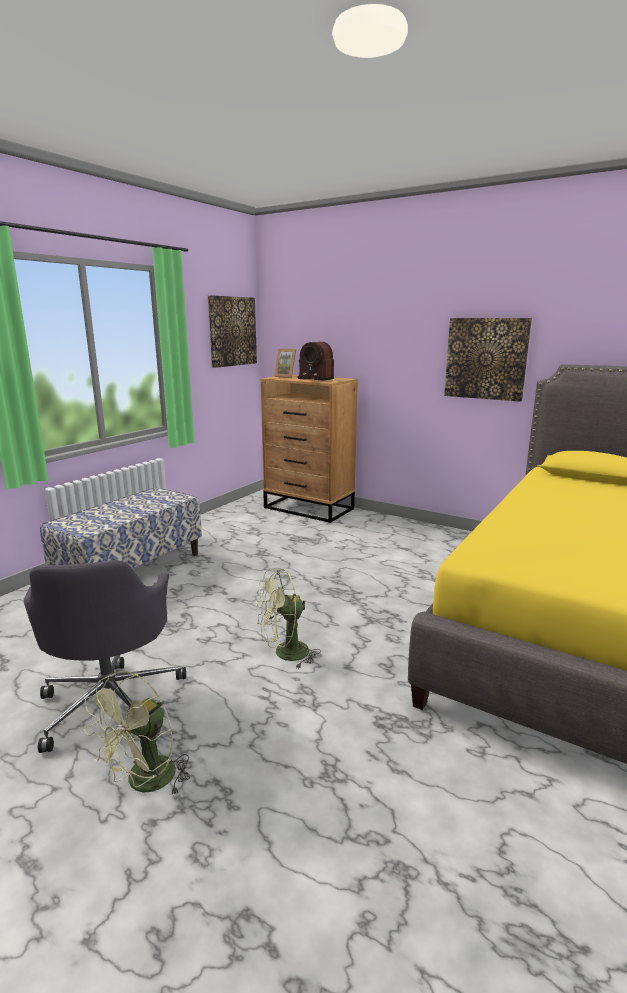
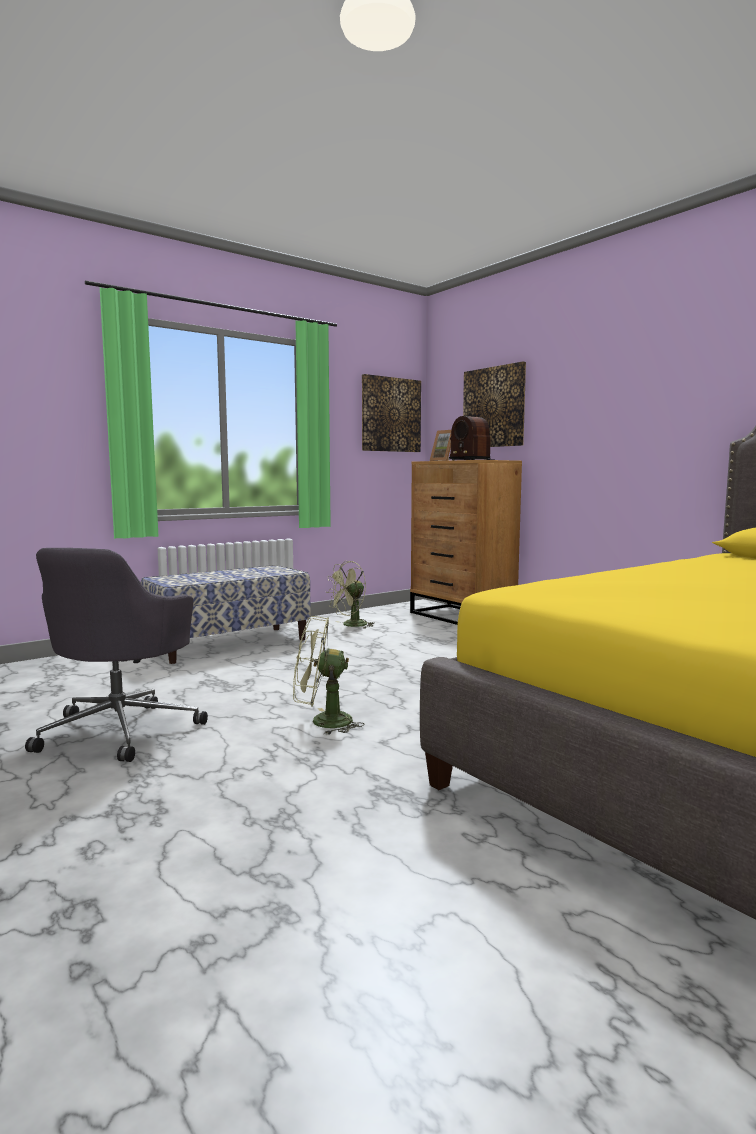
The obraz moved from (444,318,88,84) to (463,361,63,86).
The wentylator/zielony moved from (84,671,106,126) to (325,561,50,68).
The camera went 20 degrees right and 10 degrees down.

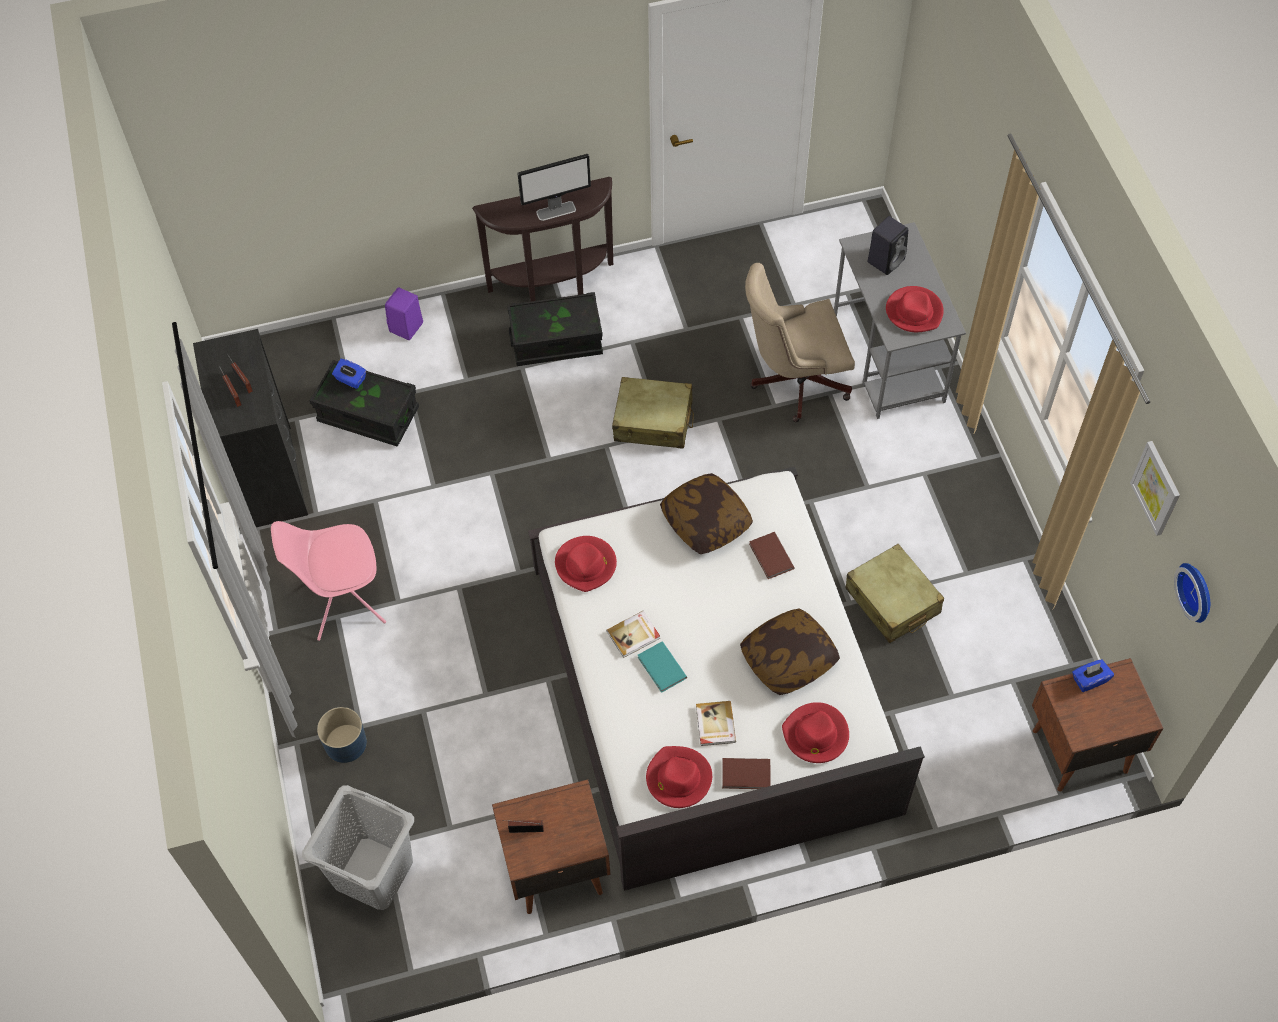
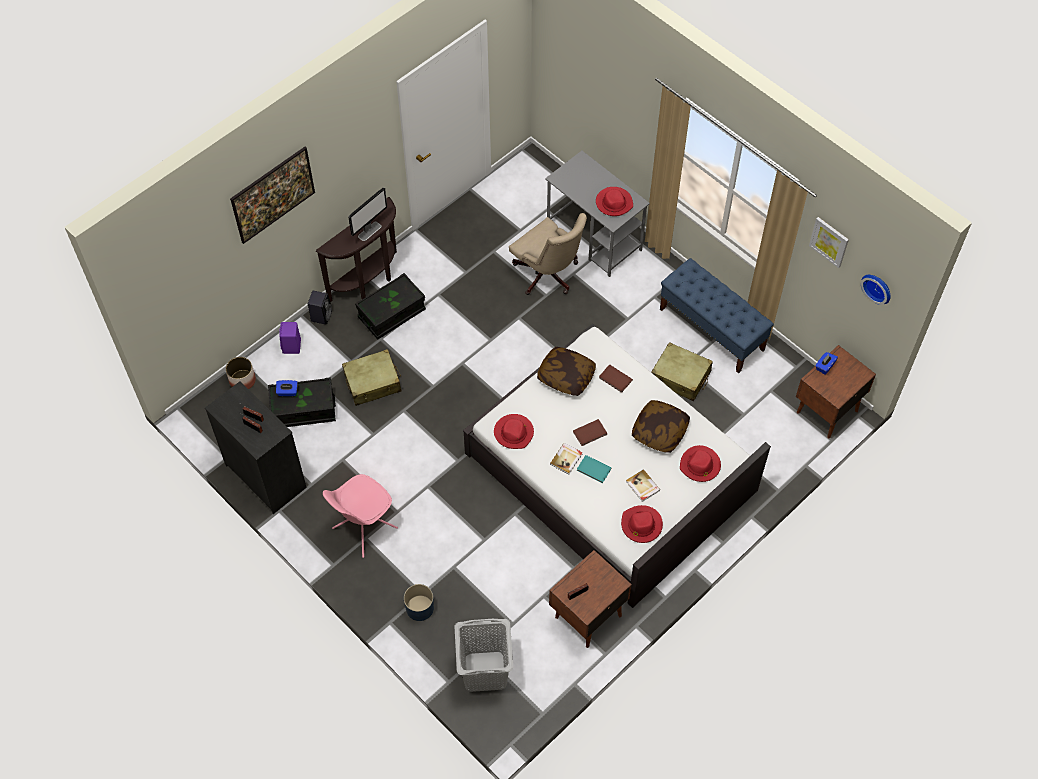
The głośnik/czarny moved from (868,216,40,59) to (308,291,24,34).
The krzesło biurowe/beżowy at (745,263,110,159) turned 90 degrees counterclockwise.
The walizka/beżowy moved from (612,377,82,72) to (342,349,59,57).
The książka/brązowy moved from (722,758,49,31) to (573,419,34,27).
The obraz at (230,147,85,97) appeared.
The ławka/niebieski at (660,258,114,115) appeared.
The donica at (226,357,30,32) appeared.
The camera went 30 degrees left and 0 degrees up.

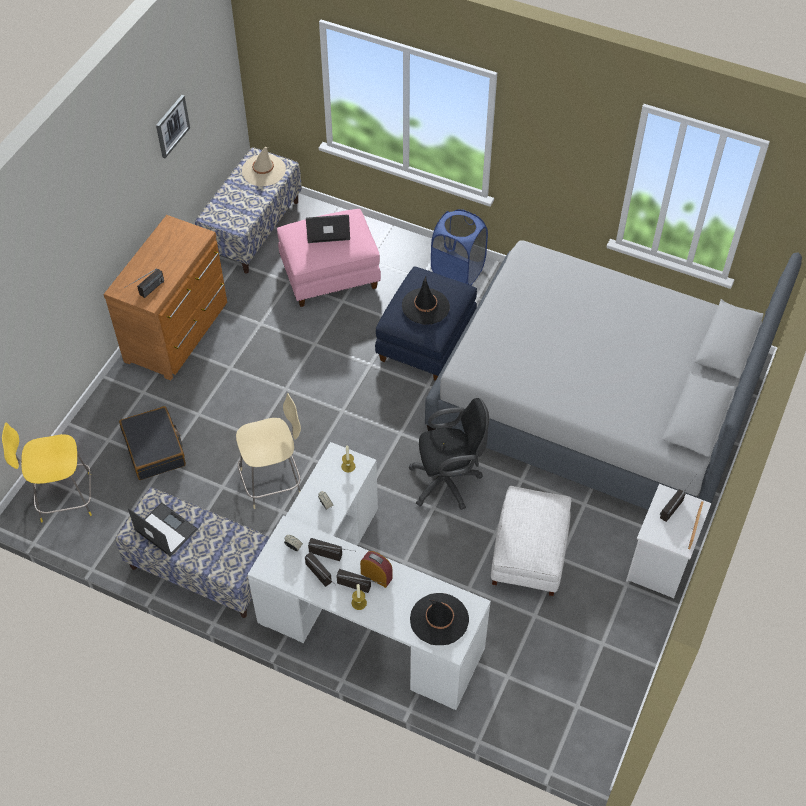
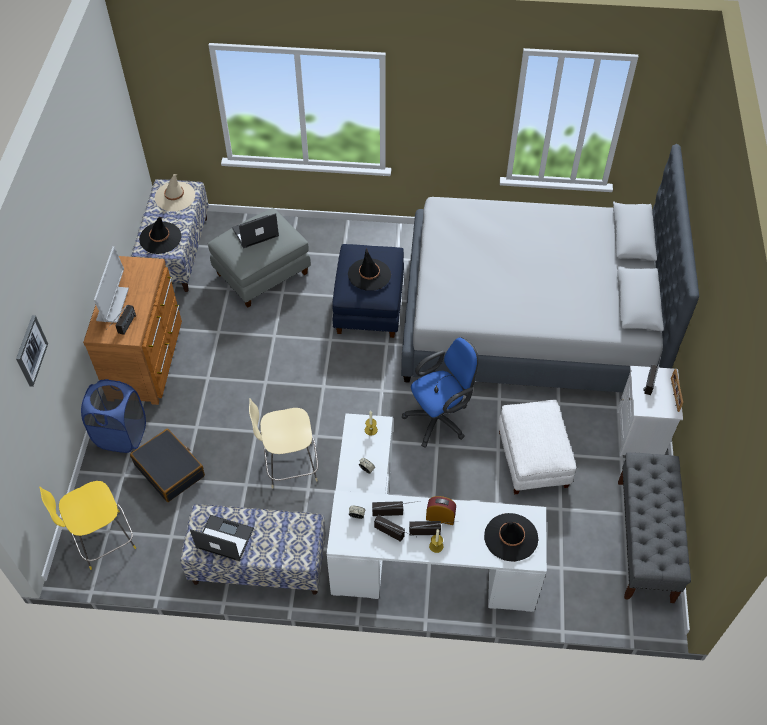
The obraz moved from (156,95,34,63) to (16,315,32,72).
The pufa/różowy at (277,209,104,98) became the pufa/szary at (208,208,103,99).
The kosz na pranie/niebieski moved from (431,209,57,76) to (81,379,65,74).
The krzesło/beżowy at (236,393,65,116) turned 150 degrees counterclockwise.
The krzesło biurowe/czarny at (408,398,81,112) became the krzesło biurowe/niebieski at (402,337,76,111).
The kapelusz/czarny at (139,217,42,37) appeared.
The monitor at (94,246,35,77) appeared.
The ławka/szary at (618,452,73,151) appeared.
The camera went 20 degrees left and 0 degrees up.

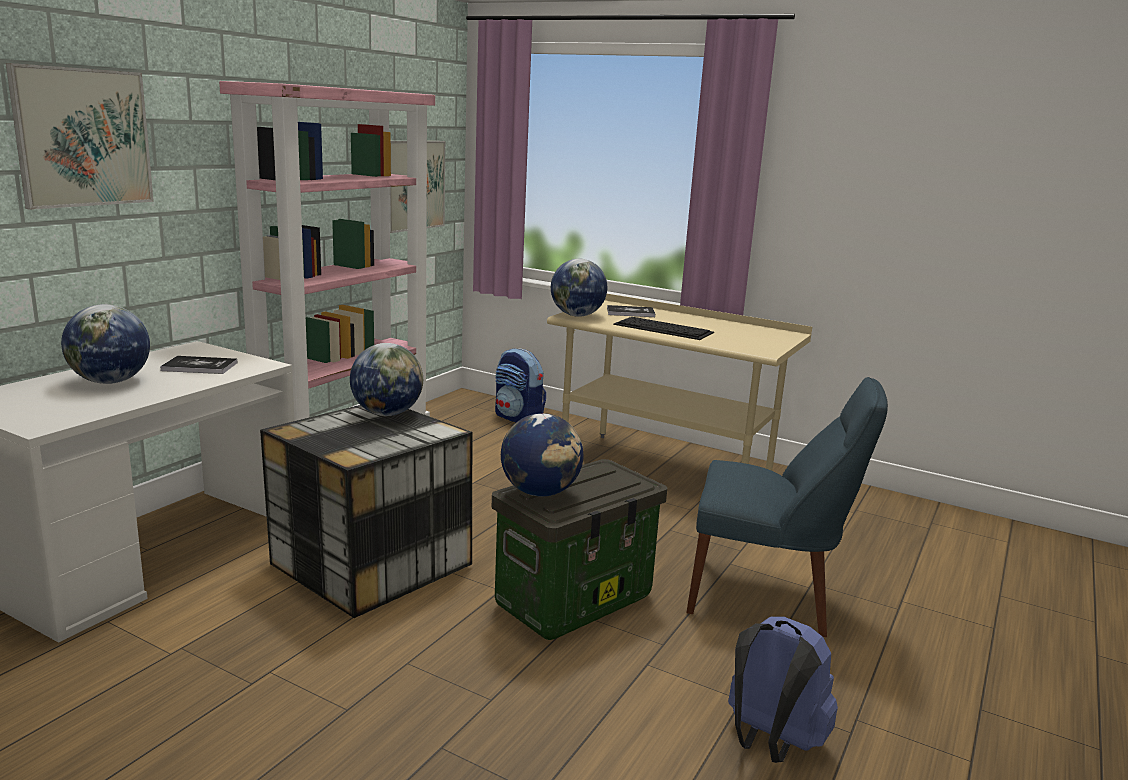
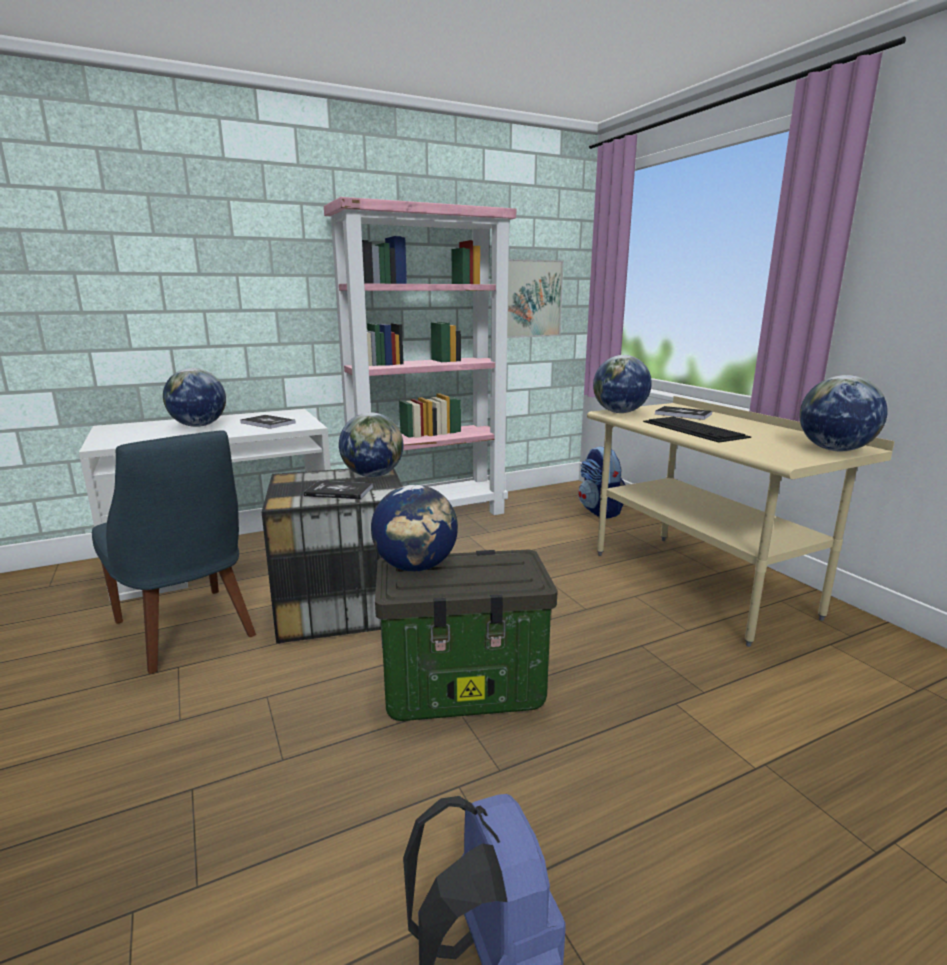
The obraz at (6,63,148,147) disappeared.
The krzesło/niebieski moved from (686,377,202,260) to (92,430,164,244).
The globus at (800,375,88,76) appeared.
The książka at (304,481,69,18) appeared.
The camera went 35 degrees right and 0 degrees up.

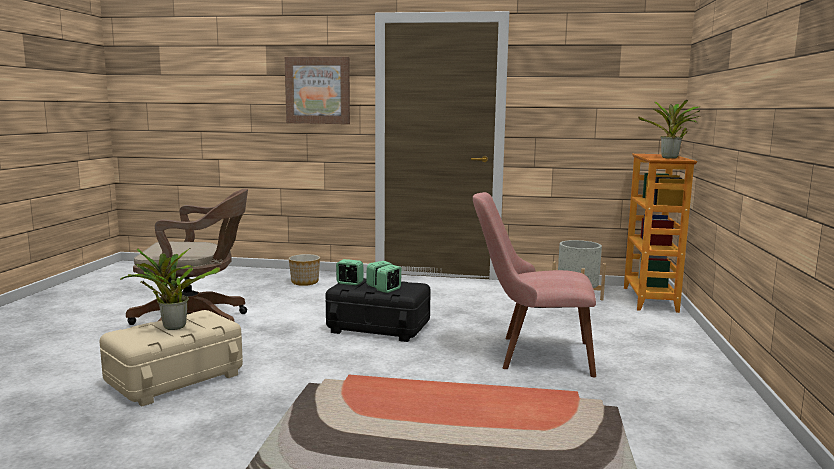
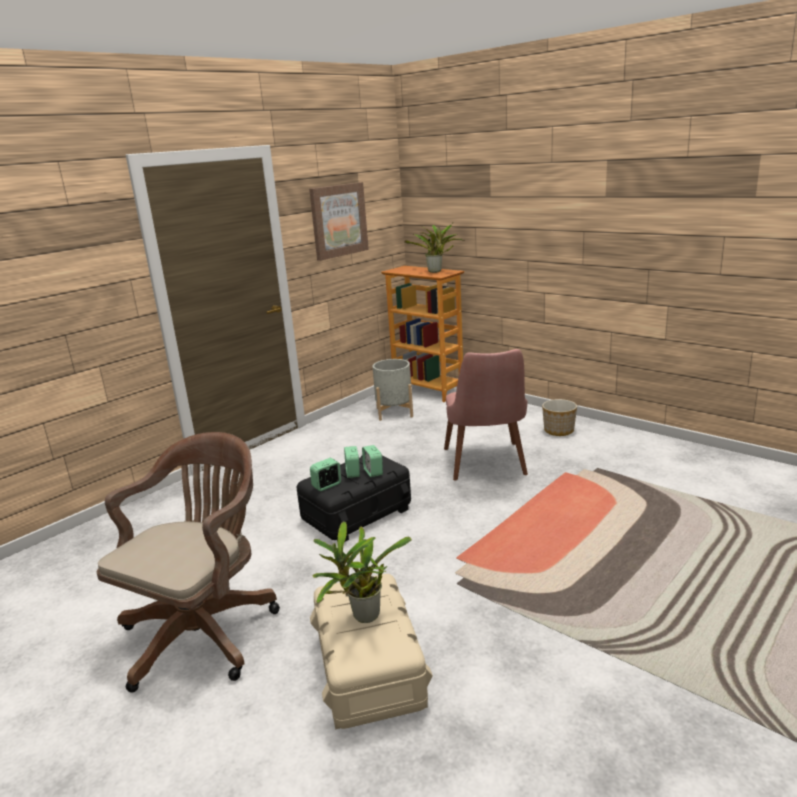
The obraz moved from (285,57,65,67) to (309,182,60,79).
The krzesło/różowy at (473,192,123,185) turned 45 degrees counterclockwise.
The donica moved from (289,254,31,32) to (542,399,35,37).
The camera went 55 degrees left and 10 degrees up.

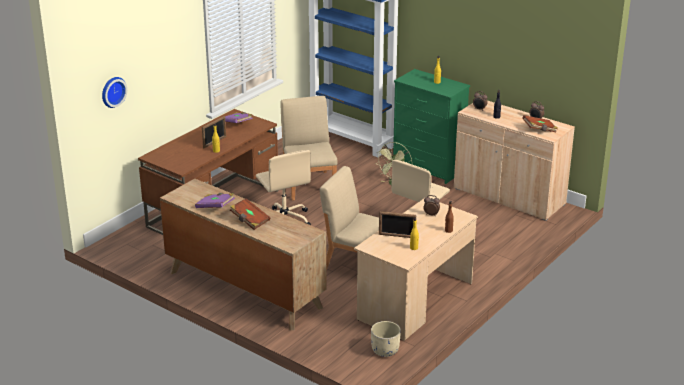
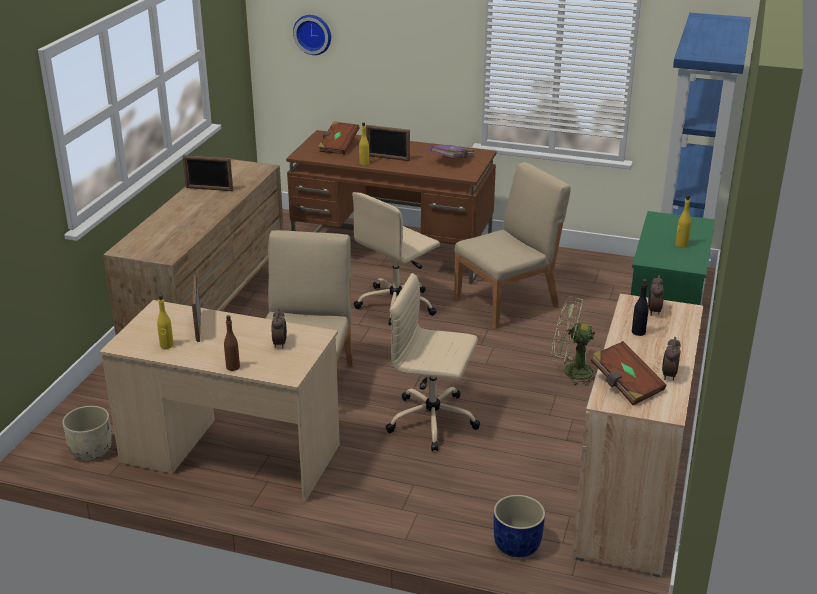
The książka/fioletowy at (195,193,40,15) was replaced by the ramka na zdjęcie at (183,155,50,36).
The książka/brązowy moved from (230,198,40,32) to (318,121,42,33).
The donica/niebieski at (494,495,51,63) appeared.
The camera went 70 degrees right and 0 degrees up.

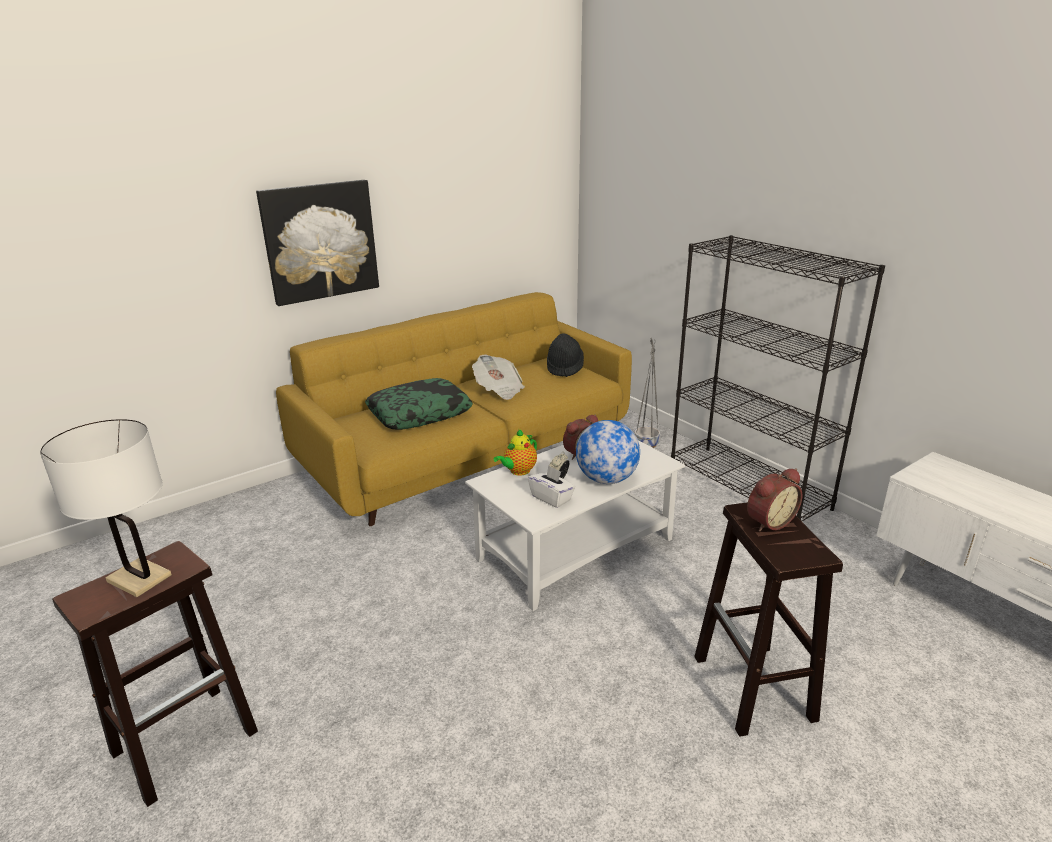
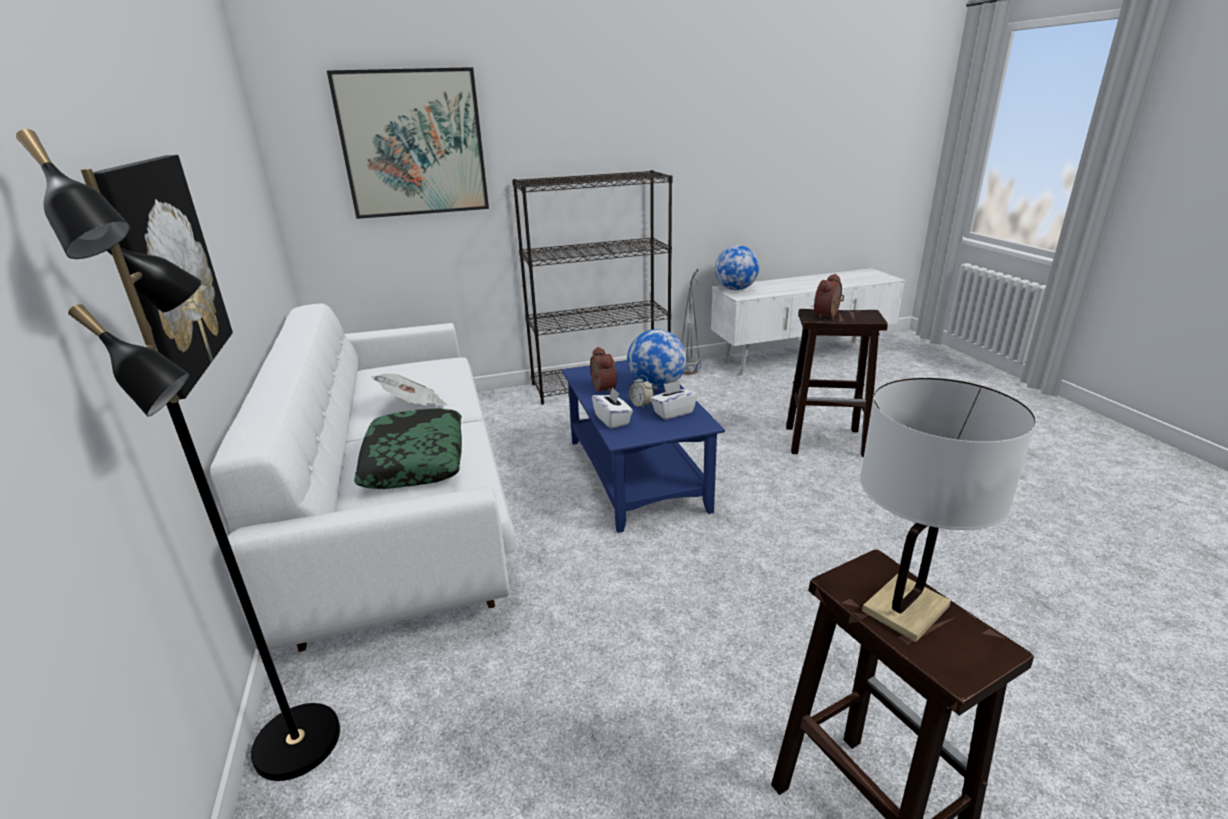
The kanapa/żółty at (276,292,356,234) became the kanapa/biały at (210,304,307,348).
The kapelusz/czarny at (547,333,37,44) disappeared.
The donica/szary moved from (635,338,25,110) to (682,268,19,106).
The imbryk at (493,429,44,47) was replaced by the pudełko chusteczek/biały at (592,387,41,42).
The ława/biały at (465,440,220,171) became the ława/niebieski at (562,360,163,173).
The budzik at (747,468,55,63) turned 135 degrees counterclockwise.
The obraz at (327,67,162,152) appeared.
The lampa stojąca/czarny at (16,129,324,652) appeared.
The globus at (715,245,44,45) appeared.
The camera went 70 degrees left and 0 degrees up.

